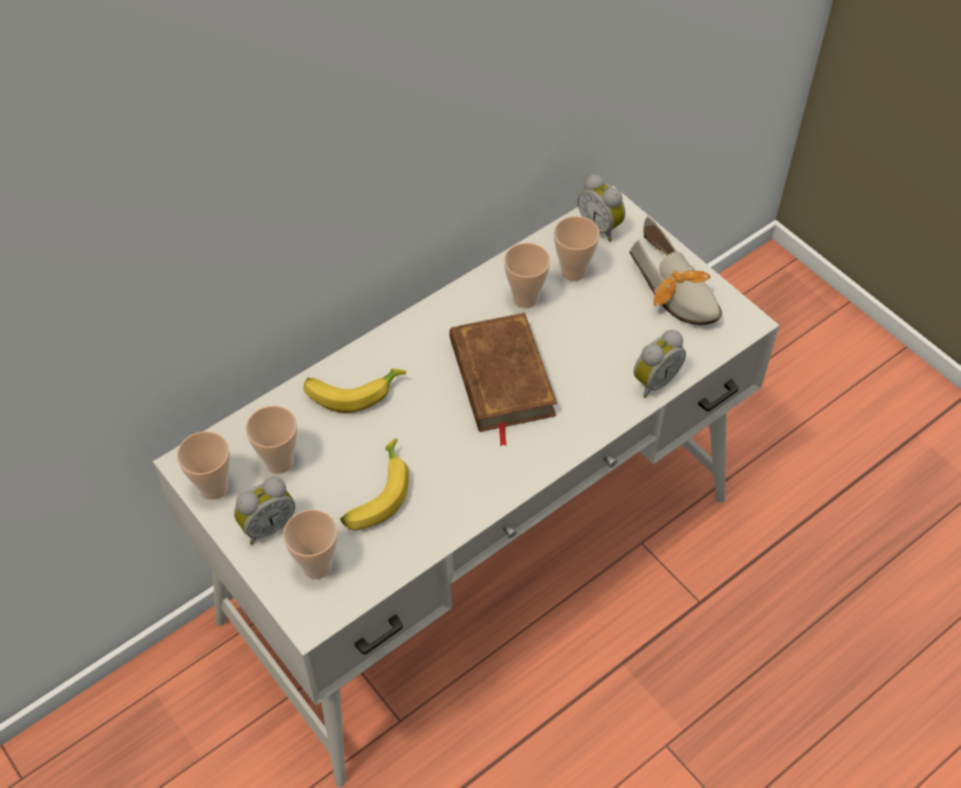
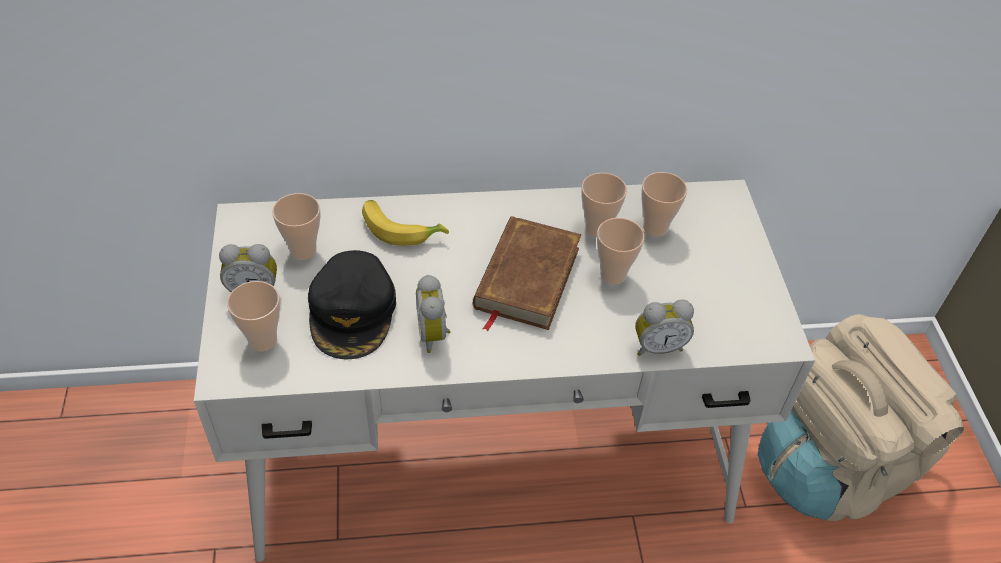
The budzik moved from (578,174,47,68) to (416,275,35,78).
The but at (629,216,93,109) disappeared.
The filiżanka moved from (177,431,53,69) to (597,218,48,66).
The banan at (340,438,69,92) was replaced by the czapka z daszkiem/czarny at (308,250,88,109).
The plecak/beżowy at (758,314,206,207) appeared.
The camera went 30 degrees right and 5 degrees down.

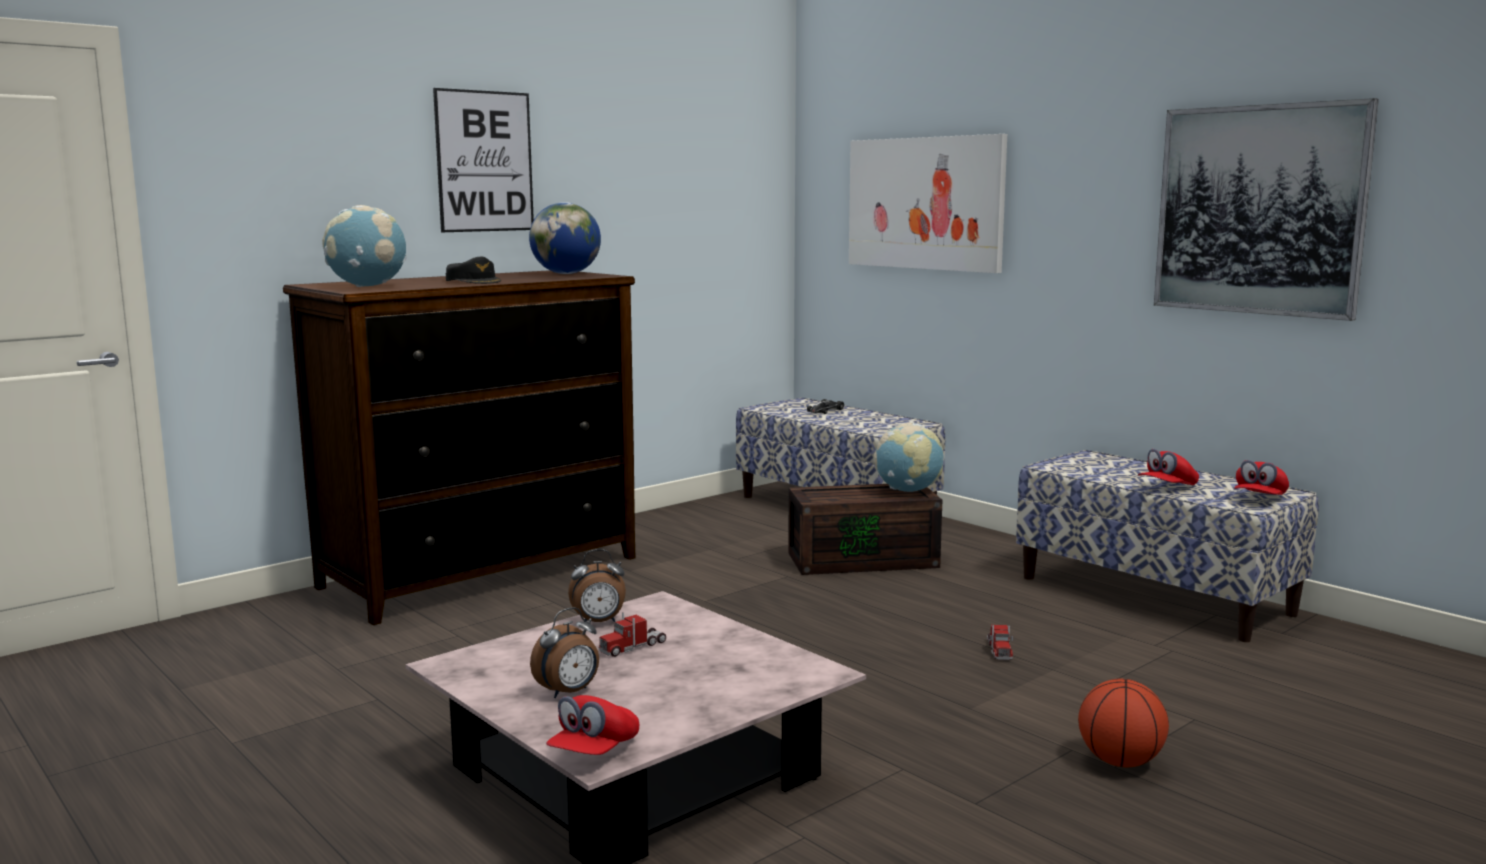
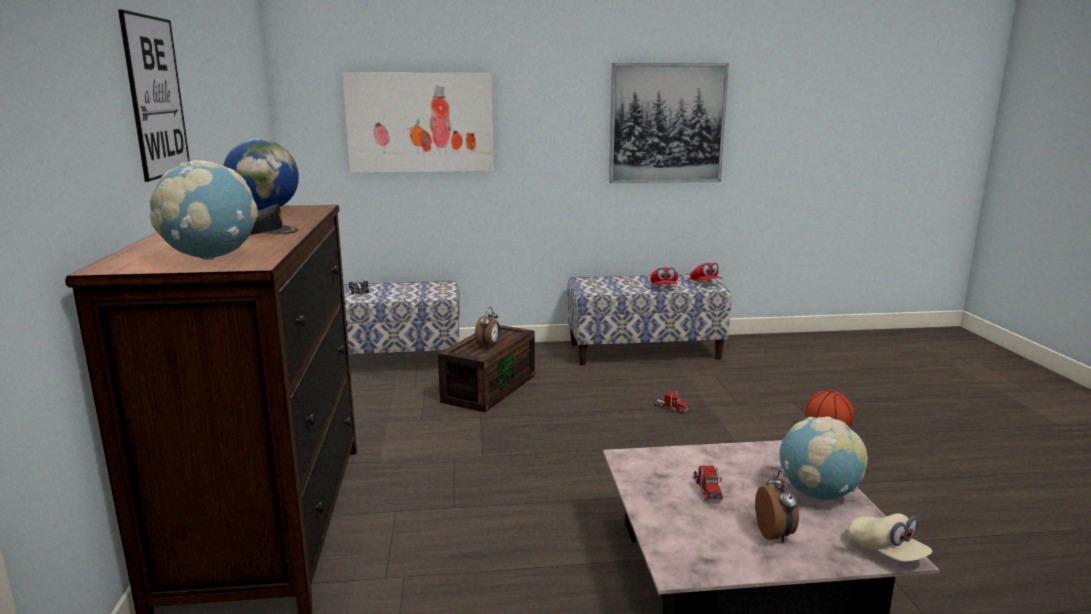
The globus moved from (874,422,69,70) to (779,417,89,84).
The budzik moved from (568,549,58,73) to (475,307,25,41).
The czapka z daszkiem/czerwony at (546,695,93,60) became the czapka z daszkiem/beżowy at (847,513,85,49).
The camera went 55 degrees left and 5 degrees up.

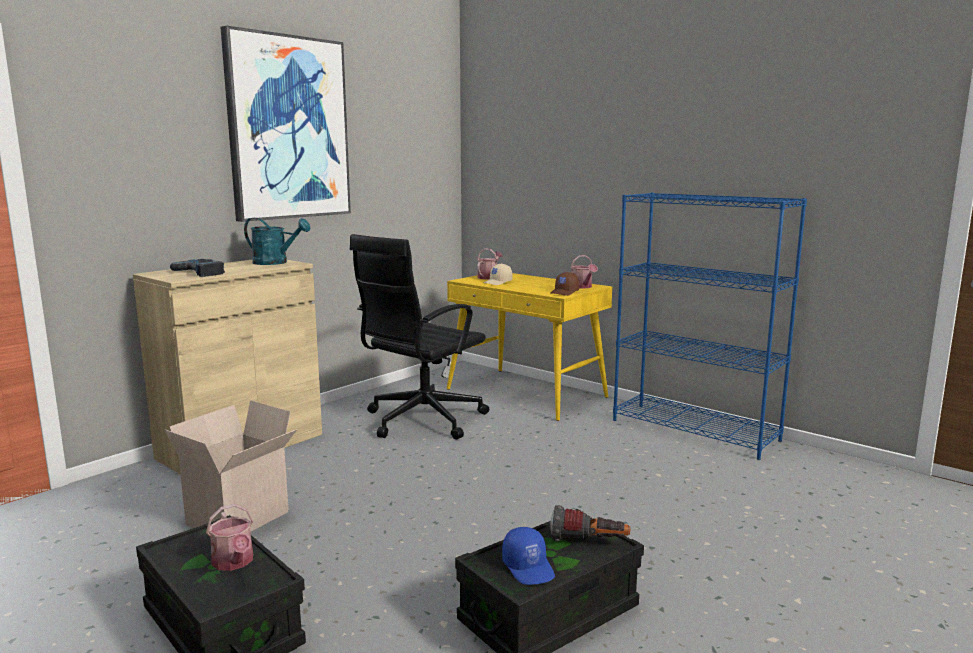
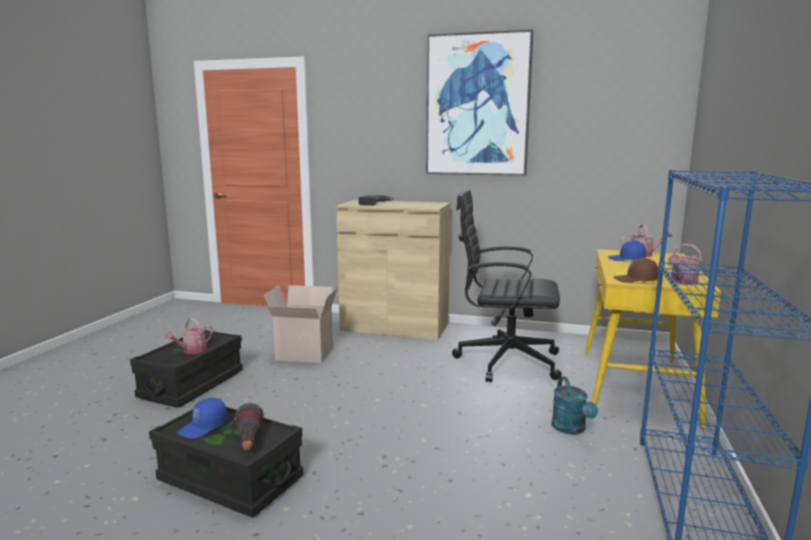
The konewka/turkusowy moved from (244,218,67,47) to (552,376,46,59).
The czapka z daszkiem/beżowy at (483,264,29,21) became the czapka z daszkiem/niebieski at (608,240,38,21).
The camera went 65 degrees right and 0 degrees up.

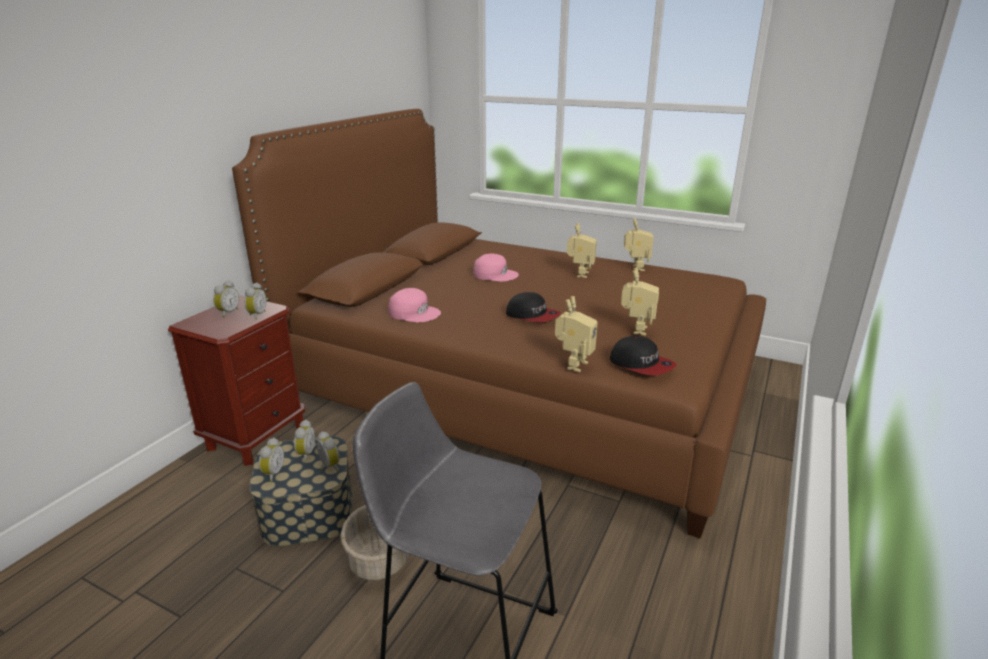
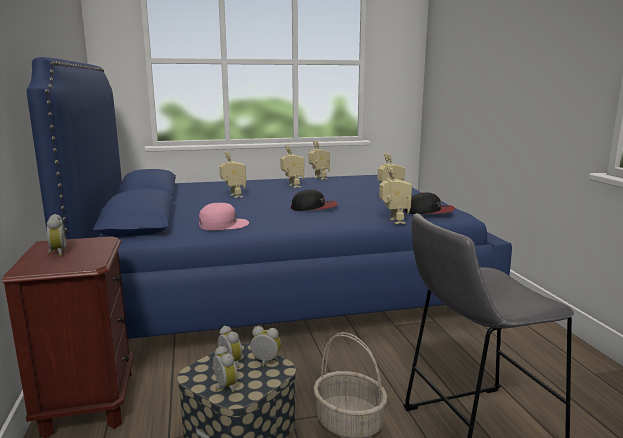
The łóżko/brązowy at (232,109,534,429) became the łóżko/niebieski at (26,57,486,282).
The czapka z daszkiem/różowy at (473,254,46,28) was replaced by the robot zabawkowy at (219,151,27,47).
The budzik at (245,283,21,37) disappeared.
The camera went 40 degrees left and 10 degrees down.

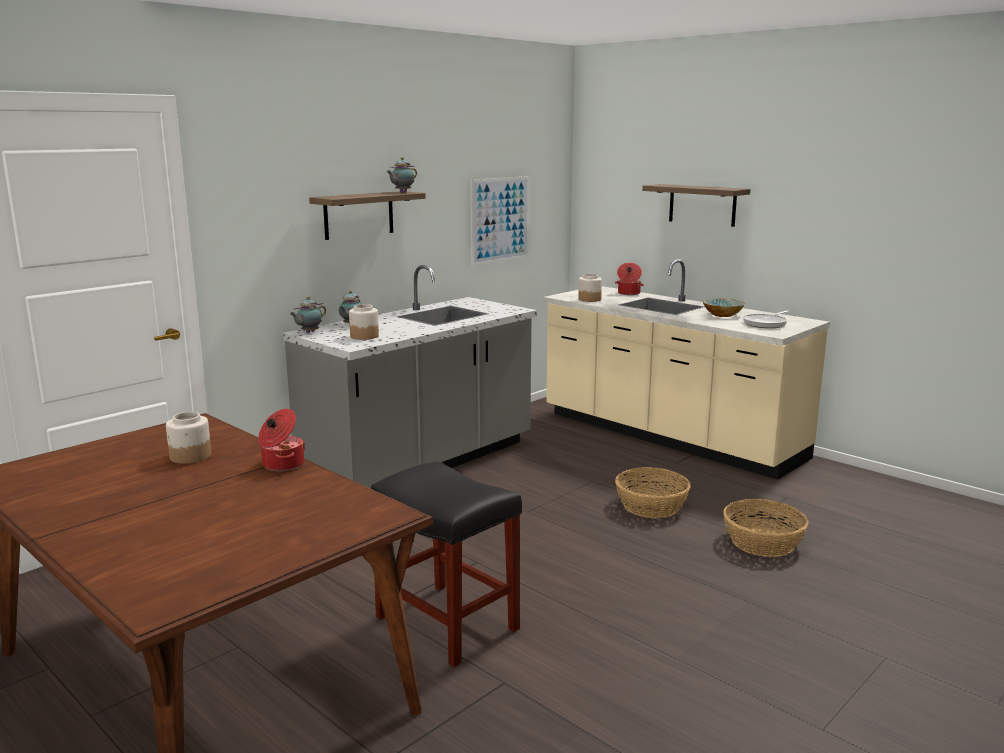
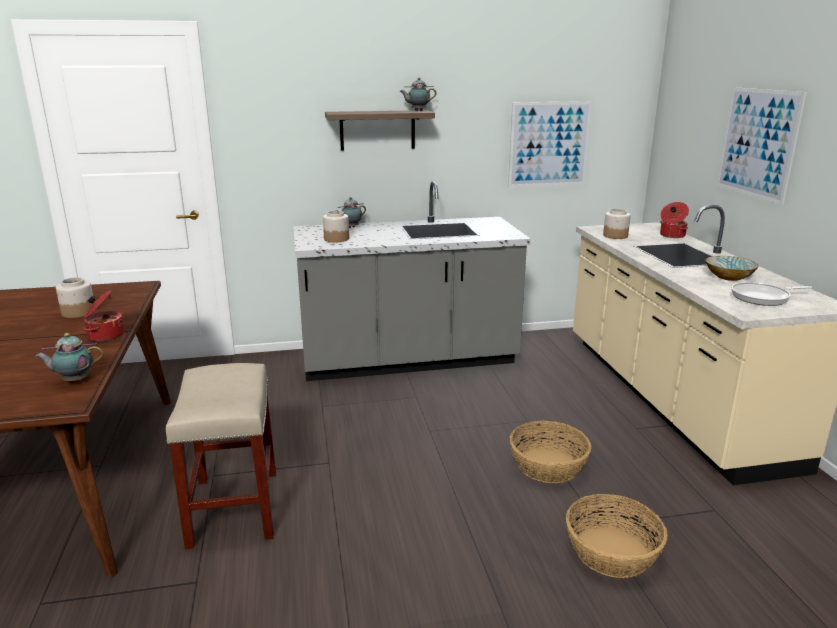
The półka at (642,184,108,43) was replaced by the obraz at (717,87,90,118).
The imbryk moved from (290,296,36,37) to (35,333,69,48).
The stołek/czarny at (371,461,151,206) became the stołek/beżowy at (166,363,110,186).
The camera went 35 degrees right and 5 degrees up.

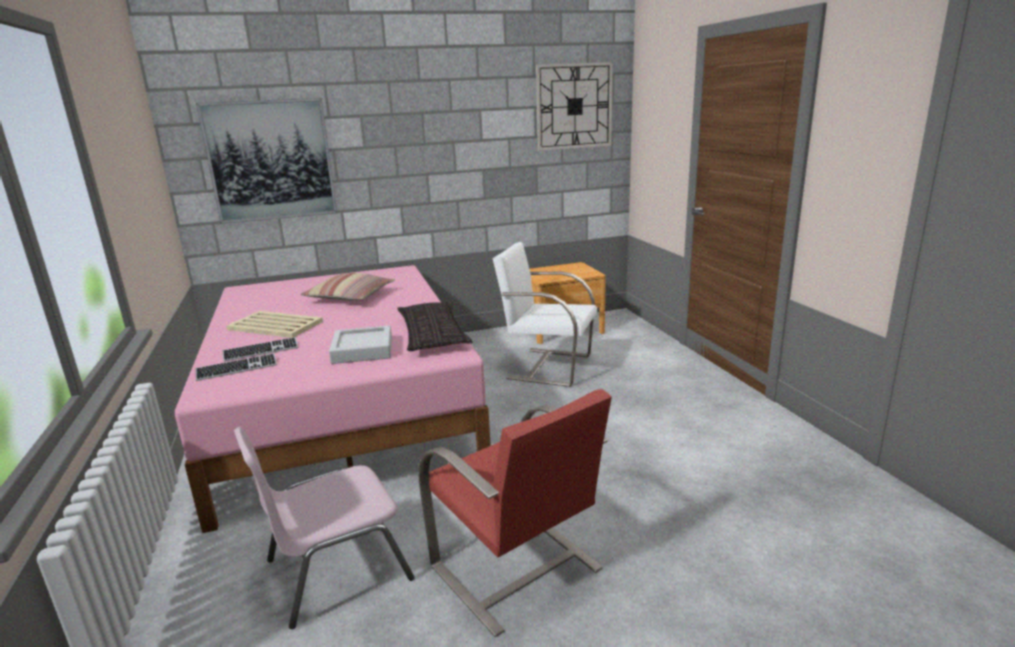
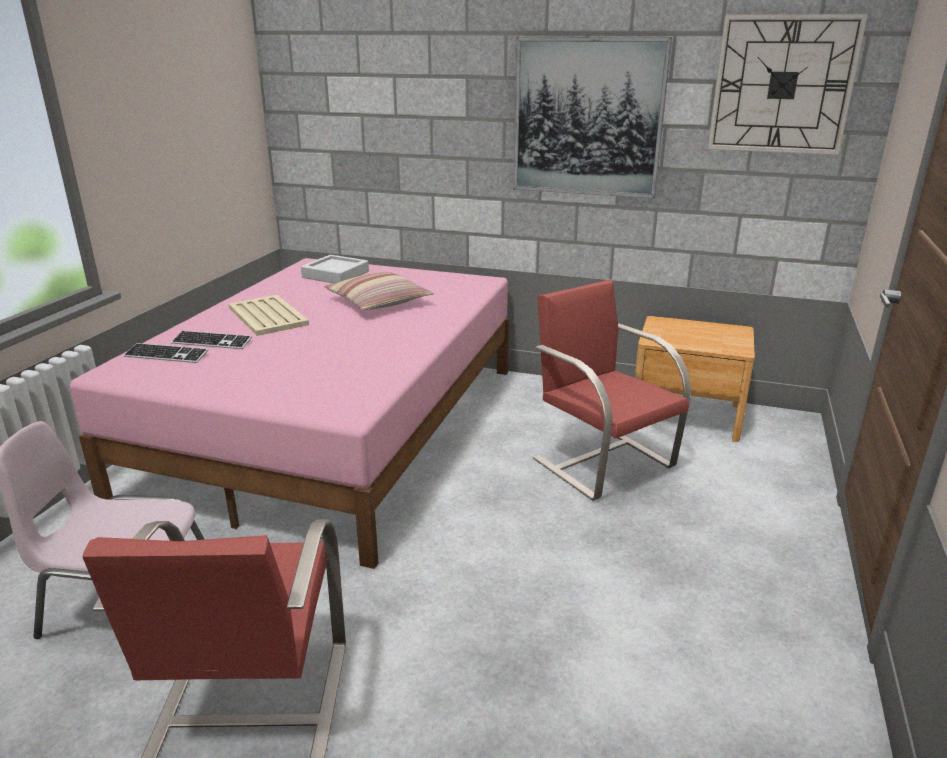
The obraz moved from (196,98,141,126) to (513,37,159,161).
The krzesło/biały at (492,242,105,145) became the krzesło/czerwony at (533,280,158,221).
The poduszka at (397,301,76,50) disappeared.
The taca/szary moved from (329,325,63,39) to (301,255,68,28).
The camera went 35 degrees right and 5 degrees up.

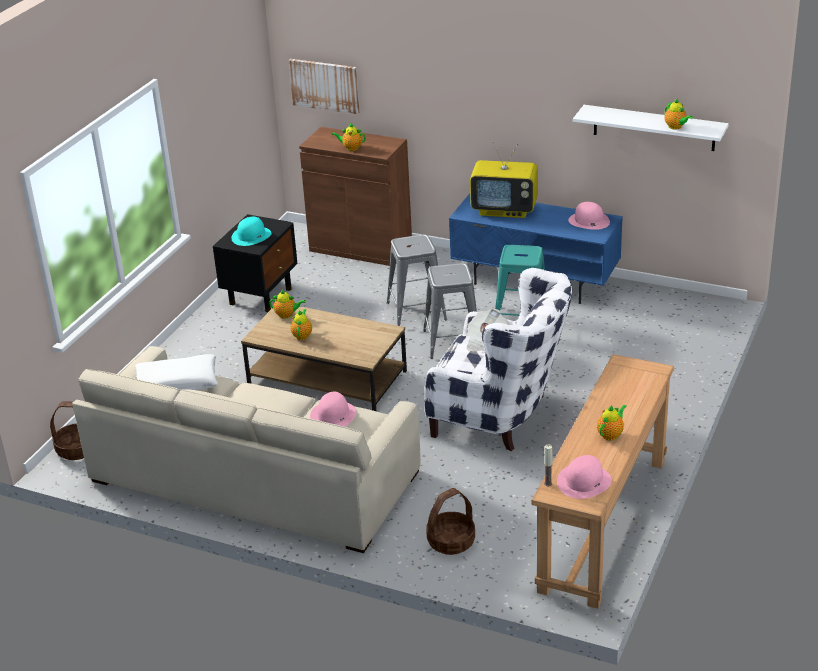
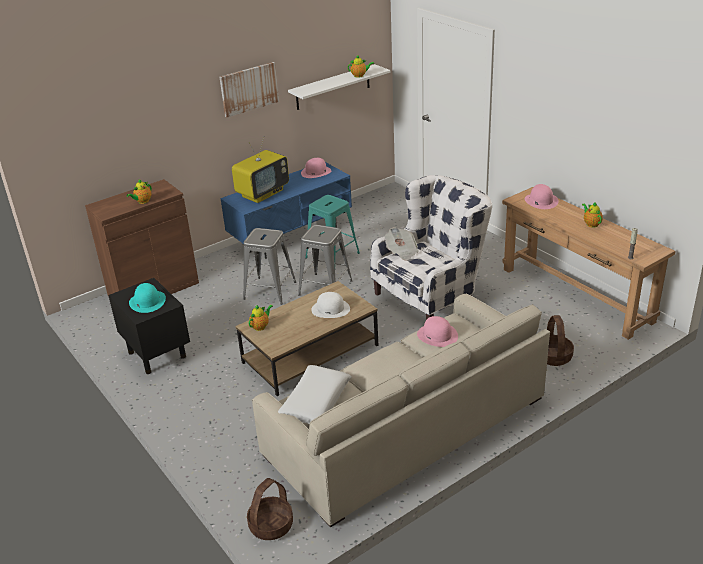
The obraz moved from (289,59,70,55) to (220,62,59,56).
The imbryk at (291,309,21,31) disappeared.
The kapelusz/różowy moved from (557,455,55,44) to (524,184,35,25).
The kapelusz/biały at (311,292,39,26) appeared.
The camera went 60 degrees left and 0 degrees up.

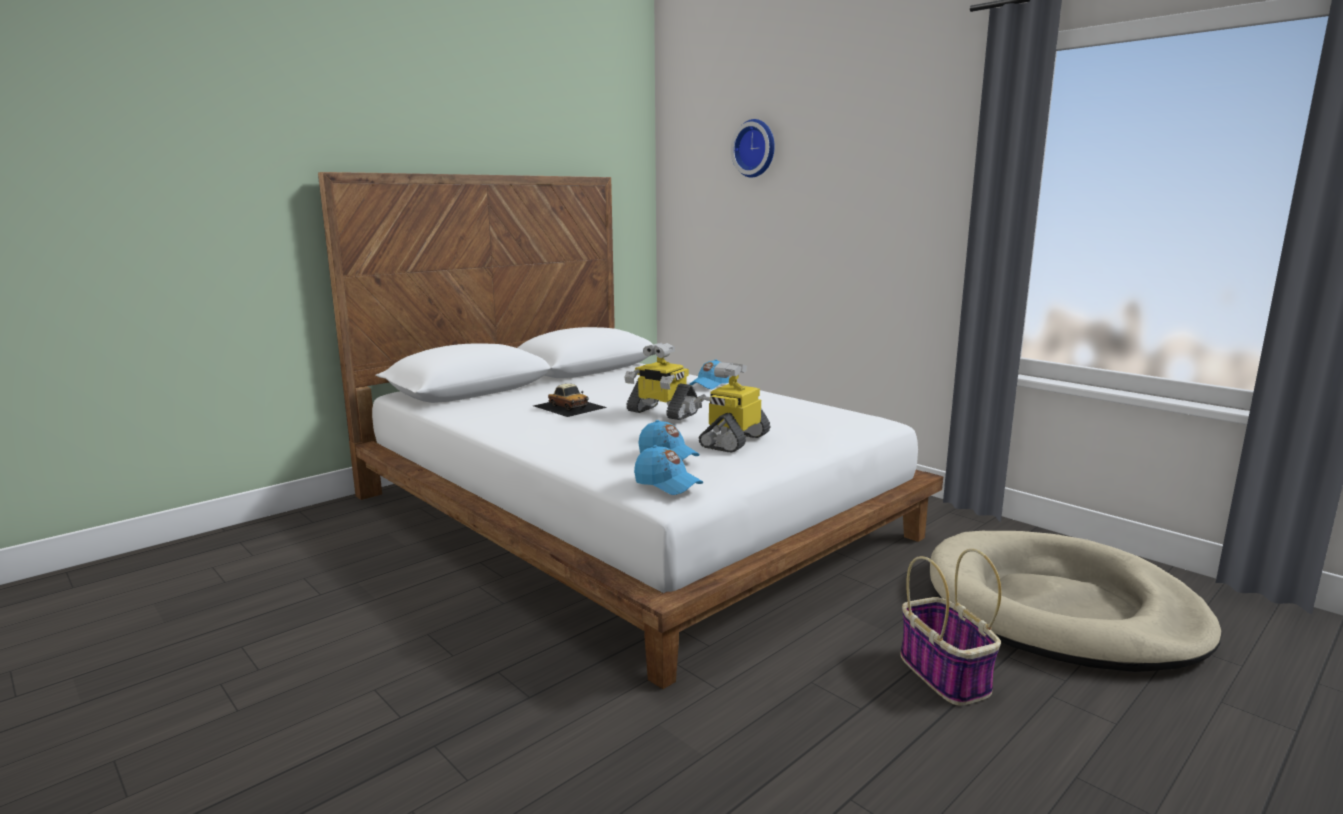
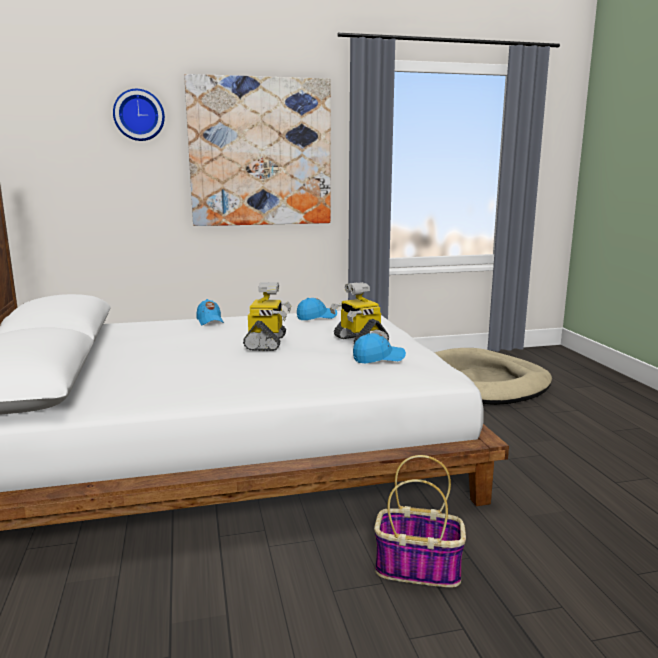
The robot zabawkowy at (624,343,74,77) turned 60 degrees counterclockwise.
The samochodzik at (534,384,73,33) disappeared.
The czapka z daszkiem/niebieski moved from (634,445,69,50) to (297,298,40,22).
The koszyk moved from (900,549,101,156) to (374,455,92,132).
The obraz at (184,74,147,152) appeared.
The camera went 60 degrees left and 0 degrees up.

